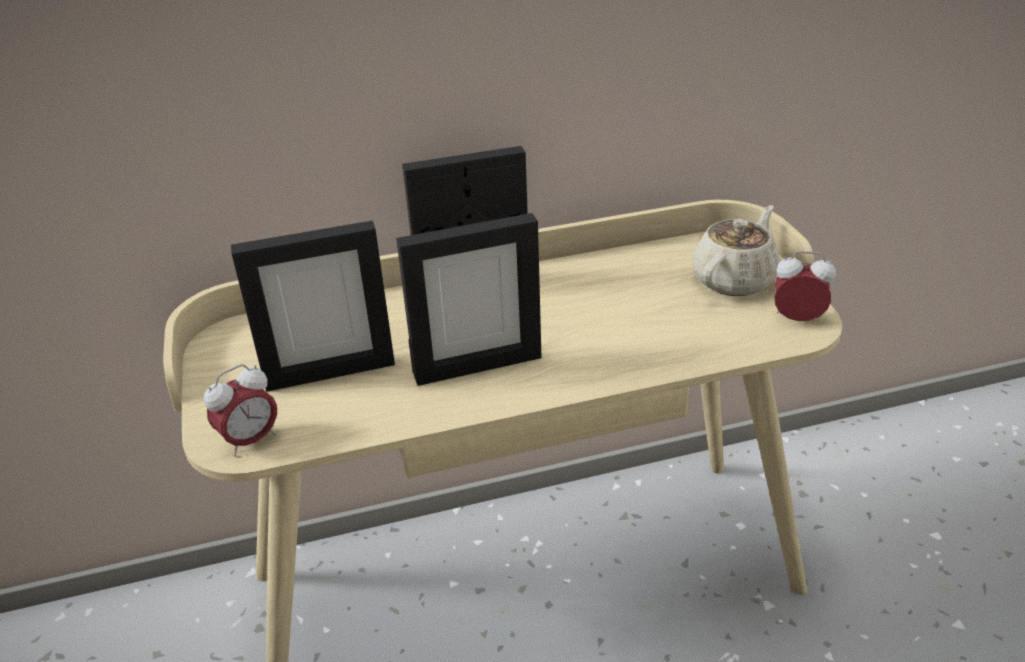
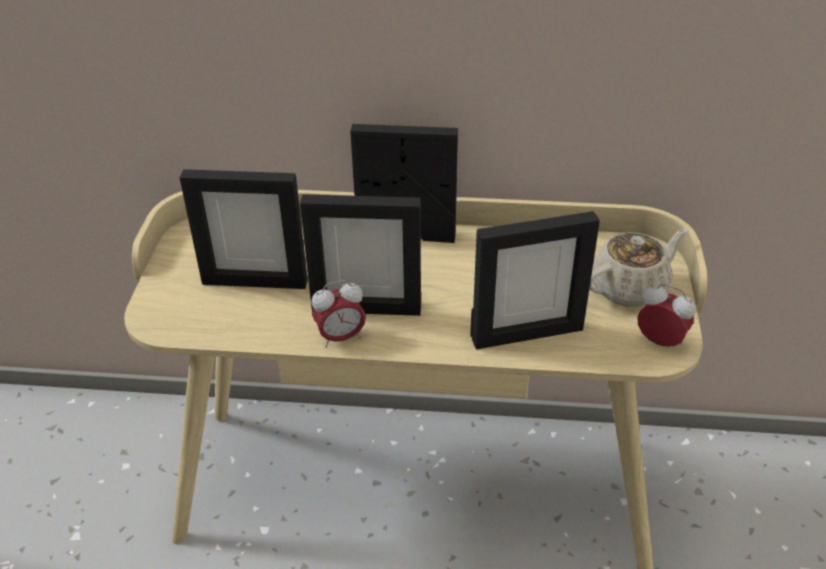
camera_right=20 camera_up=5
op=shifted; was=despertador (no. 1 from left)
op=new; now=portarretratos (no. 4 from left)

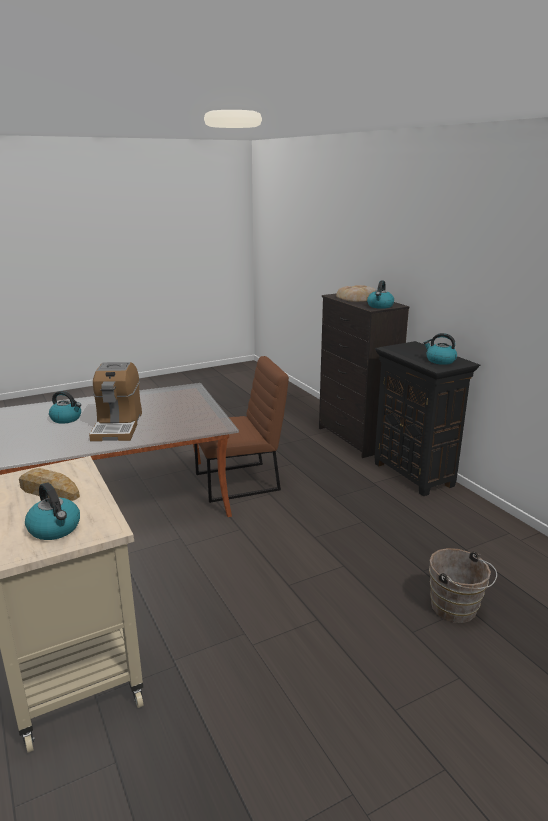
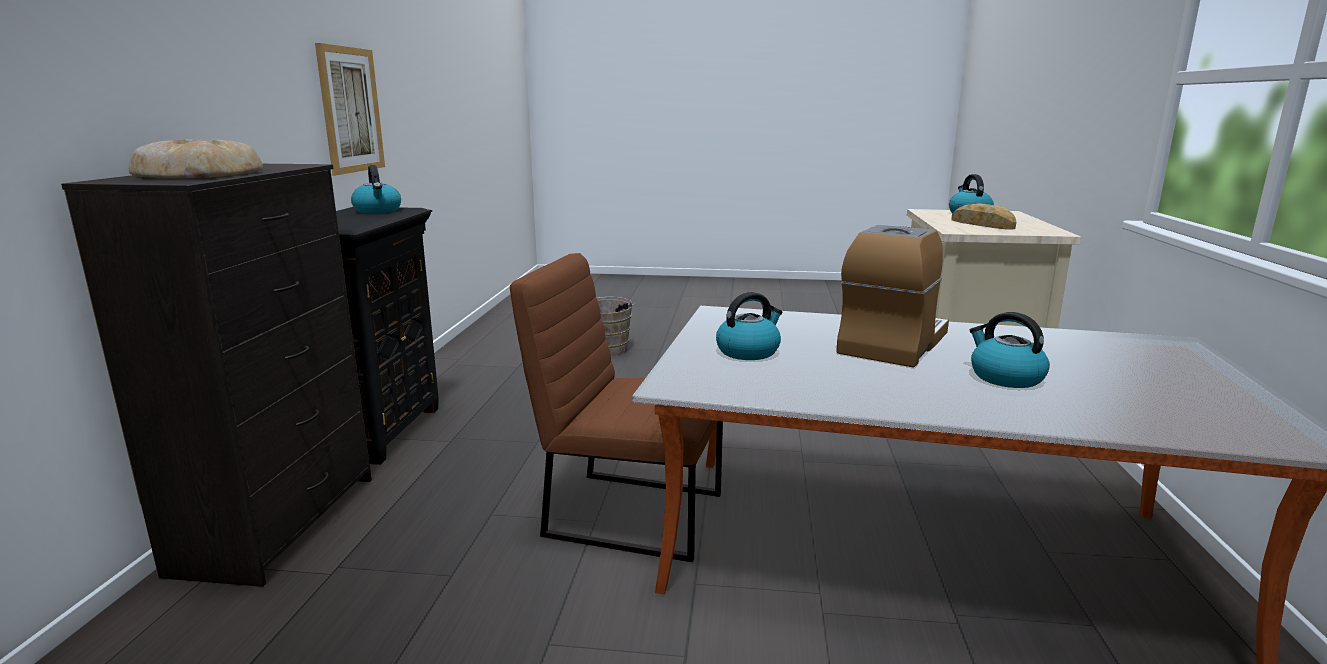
camera_right=-145 camera_up=-5
op=shifted; was=hervidor (no. 3 from left in the first image); now=hervidor (no. 2 from left)
op=new; now=cuadro

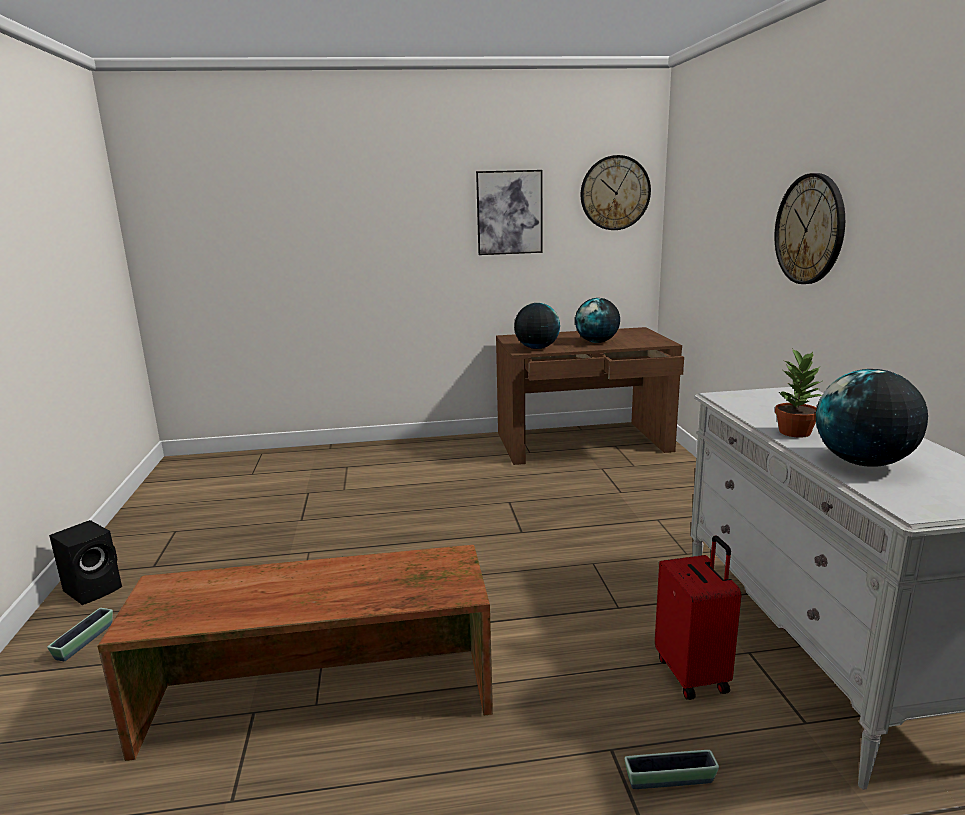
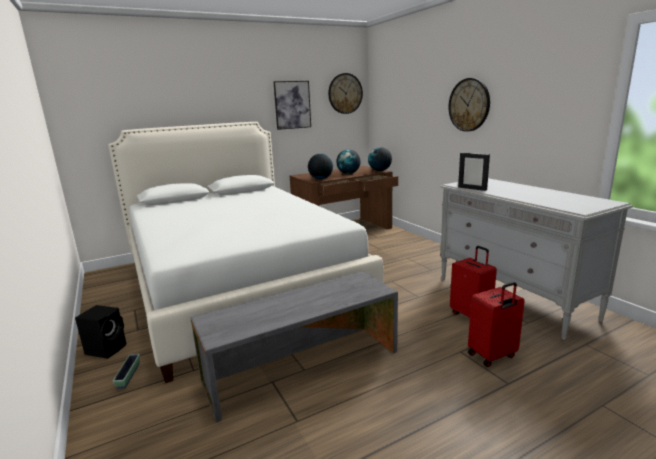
camera_right=-20 camera_up=0
op=repainted; was=banco/marrón; now=banco/gris
op=swapped; was=maceta (no. 2 from left); now=maleta/rojo (no. 2 from left)
op=gone; was=planta en maceta
op=shifted; was=globo terráqueo (no. 3 from left)
op=new; now=cama/blanco
op=new; now=portarretratos

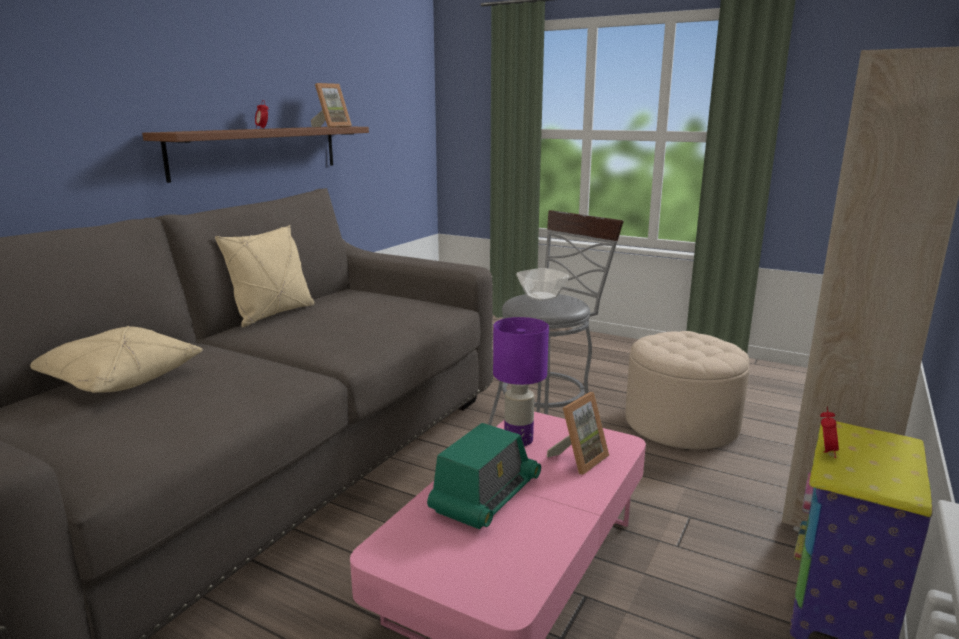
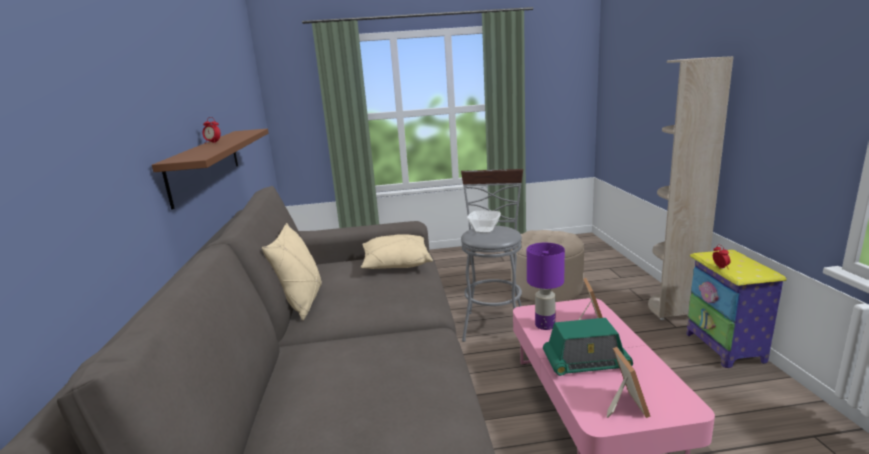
camera_right=-35 camera_up=0
op=shifted; was=cojín/beis (no. 1 from left in the first image); now=cojín/beis (no. 2 from left)
op=shifted; was=portarretratos (no. 1 from left in the first image); now=portarretratos (no. 2 from left)
op=rotated; was=radio; clockwise=90

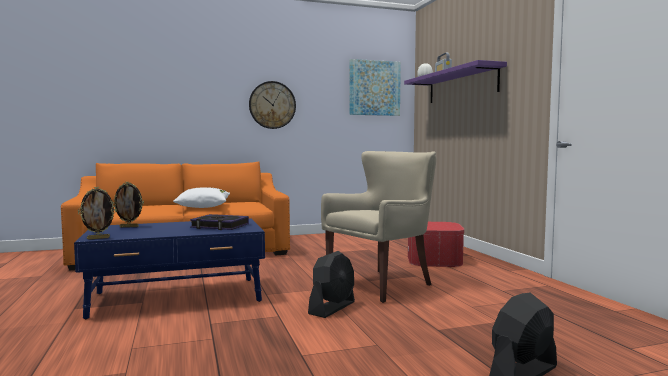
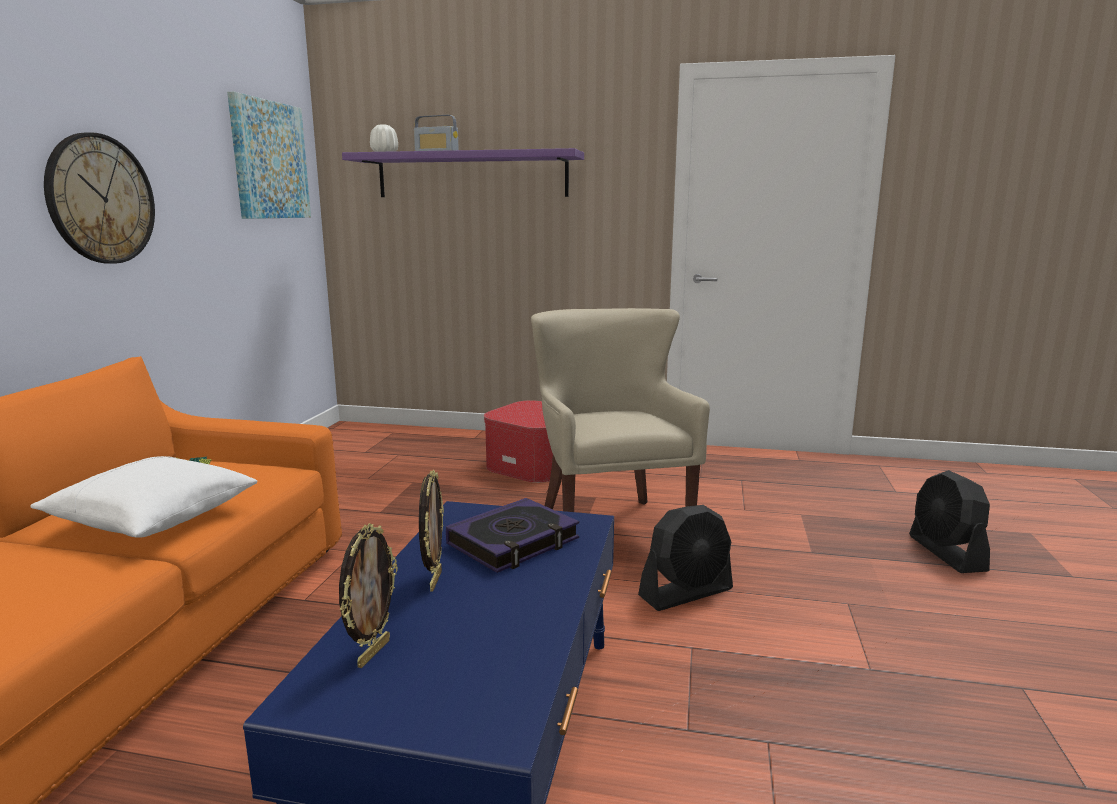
camera_right=-60 camera_up=10
op=shifted; was=portarretratos (no. 1 from left in the first image); now=portarretratos (no. 2 from left)
op=rotated; was=ventilador/negro (no. 1 from left); clockwise=90

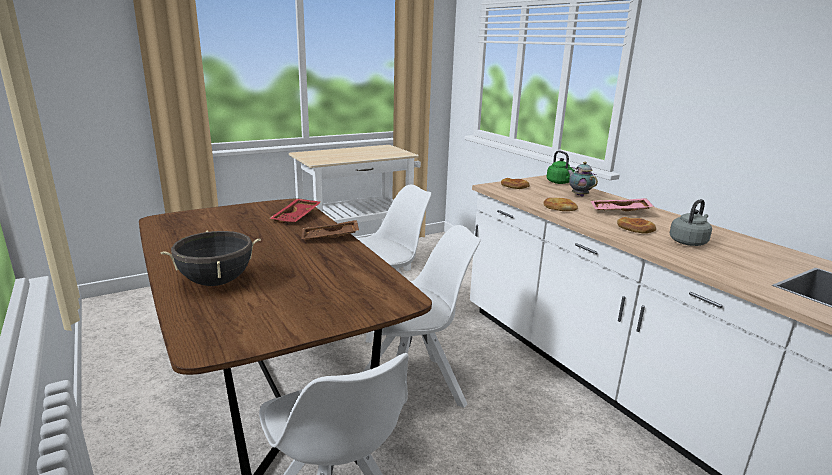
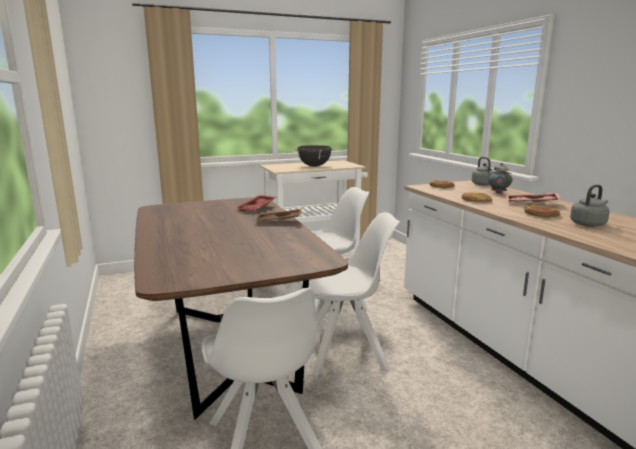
camera_right=10 camera_up=-5
op=shifted; was=olla/negro
op=repainted; was=hervidor/verde; now=hervidor/gris (no. 1 from left)

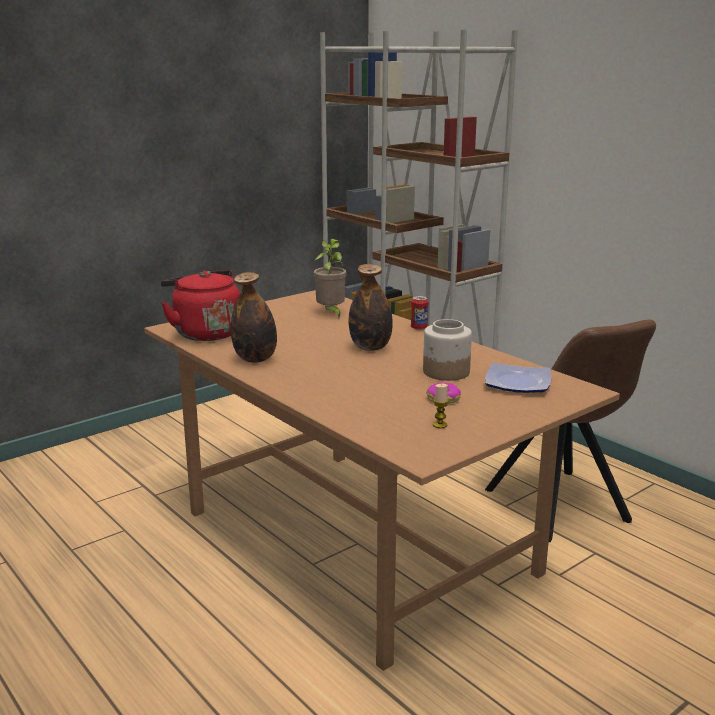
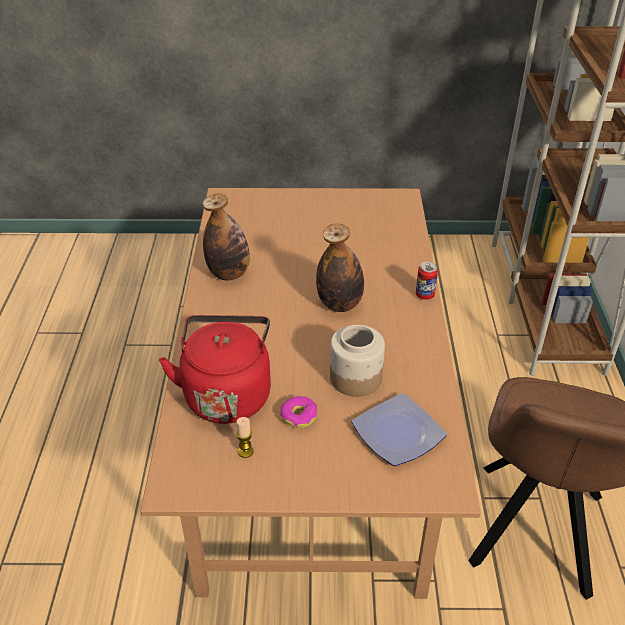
camera_right=40 camera_up=20
op=shifted; was=hervidor/rojo
op=gone; was=planta en maceta

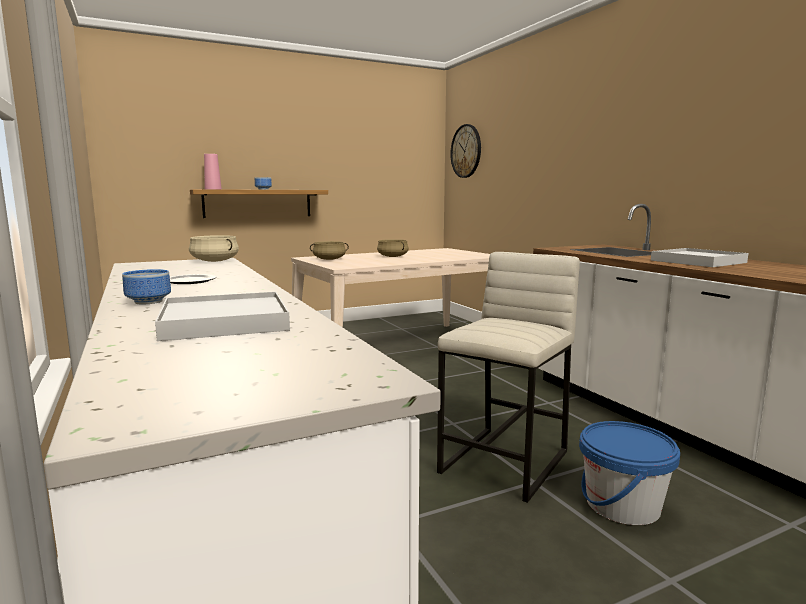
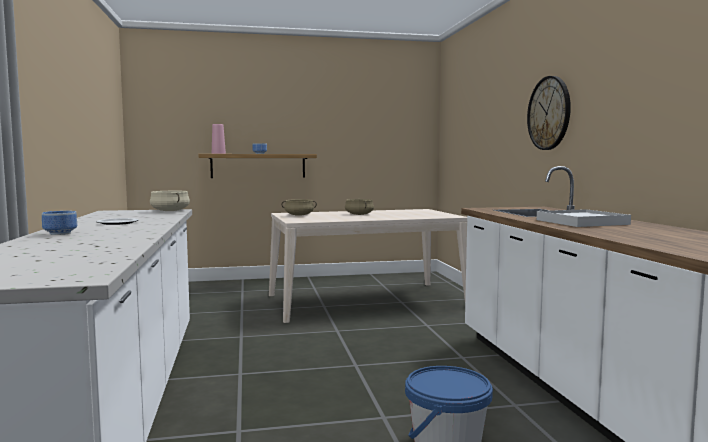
camera_right=15 camera_up=-5
op=gone; was=bandeja/blanco (no. 1 from left)
op=gone; was=taburete/beis
op=shifted; was=reloj de pared

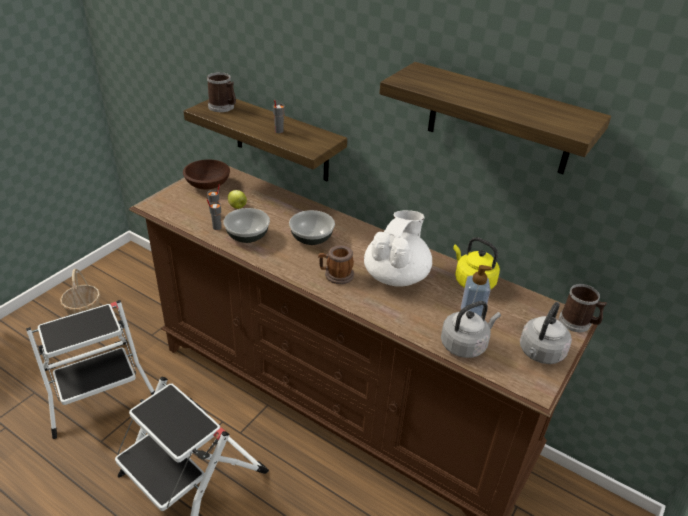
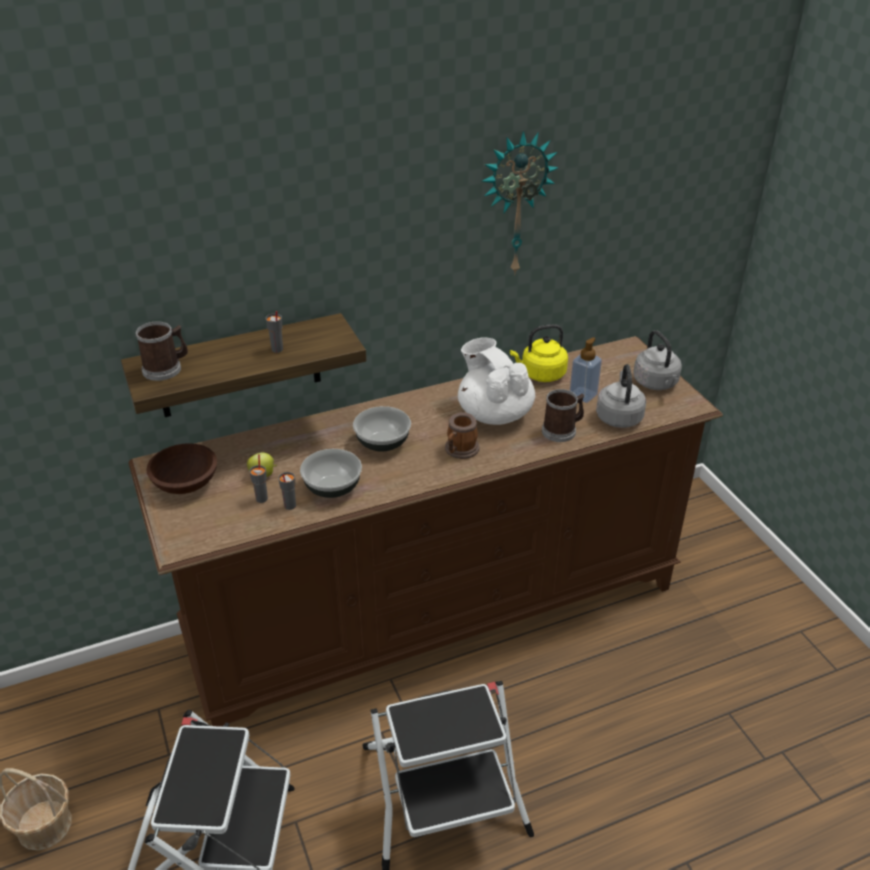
camera_right=-55 camera_up=0
op=swapped; was=estante (no. 2 from left); now=reloj de pared
op=shifted; was=taza grande (no. 3 from left)

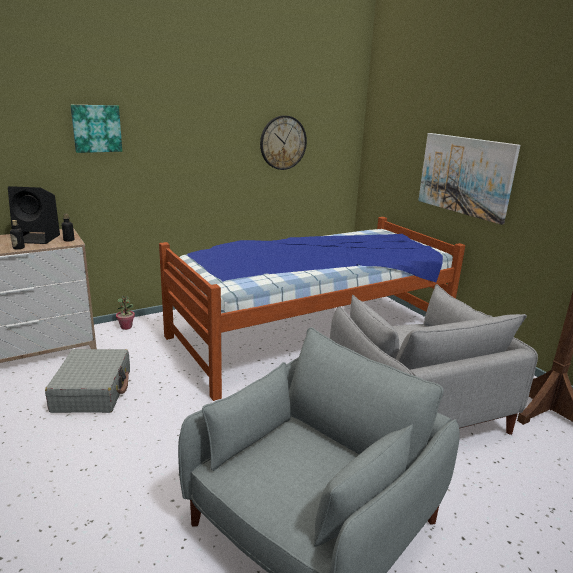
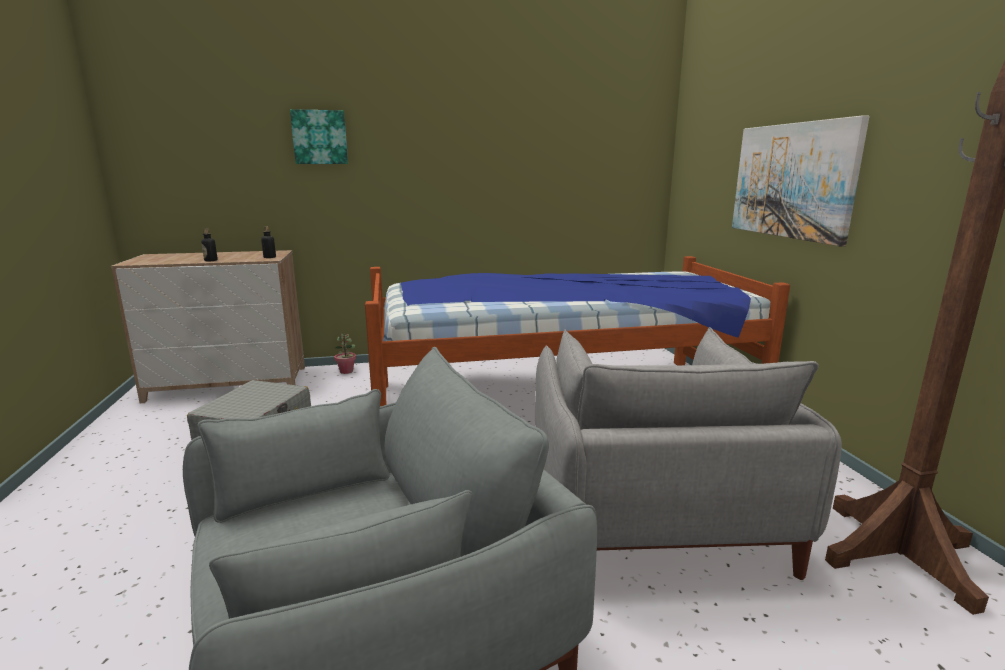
camera_right=20 camera_up=-5
op=gone; was=altavoz/negro
op=gone; was=reloj de pared

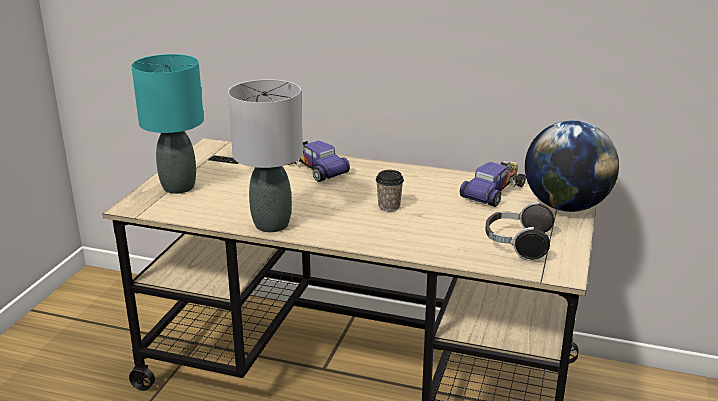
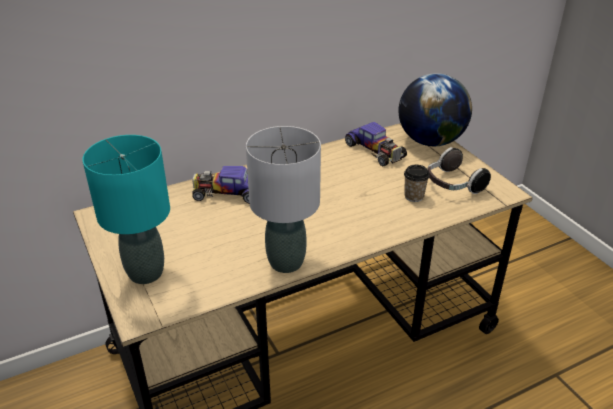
camera_right=-45 camera_up=10
op=shifted; was=taza
op=rotated; was=coche de juguete (no. 2 from left); clockwise=150

